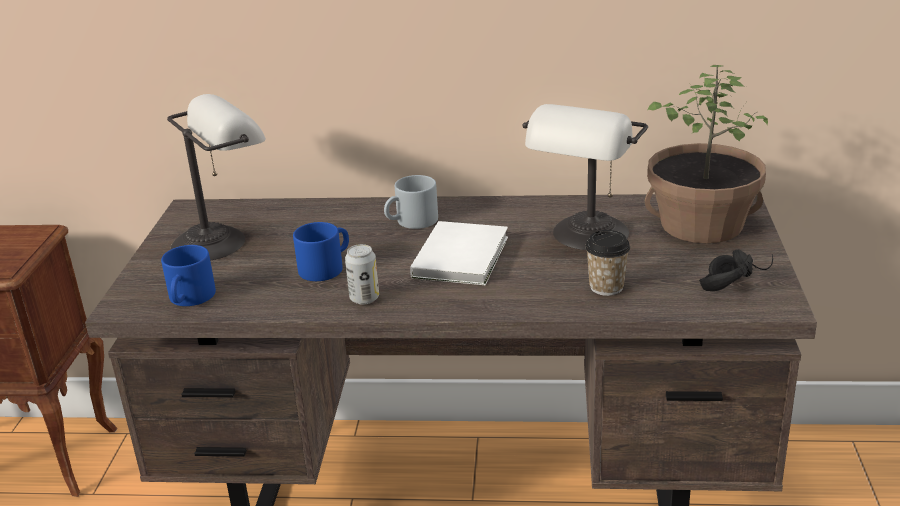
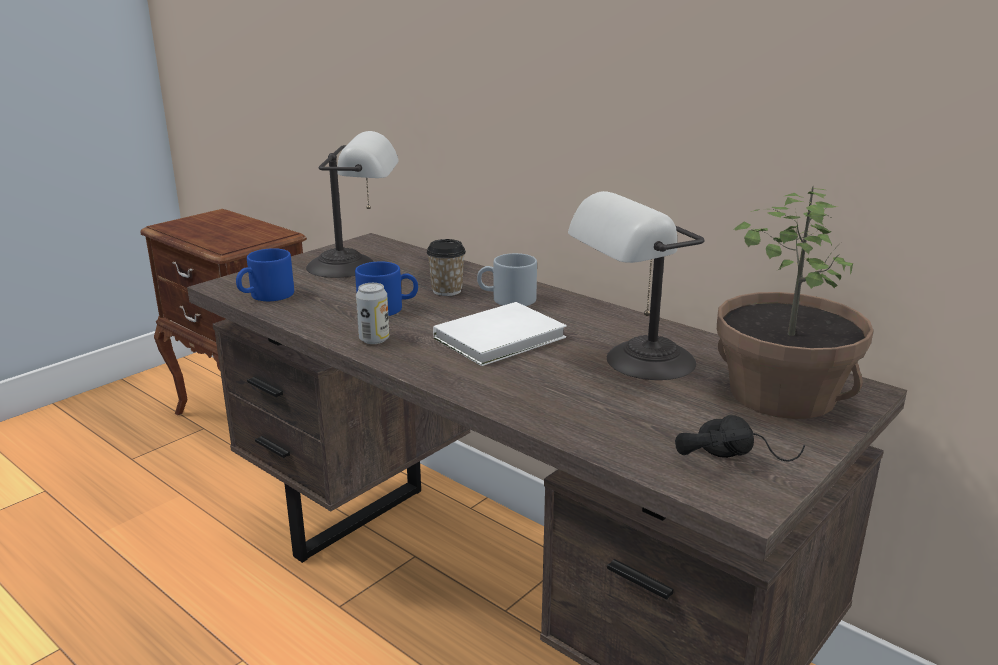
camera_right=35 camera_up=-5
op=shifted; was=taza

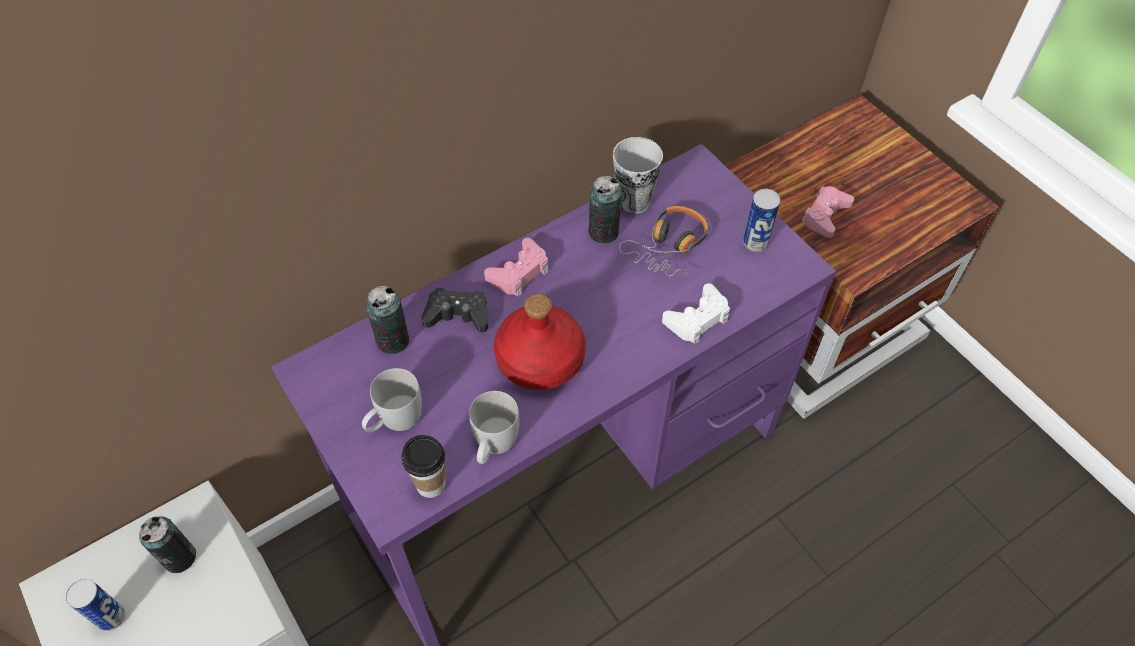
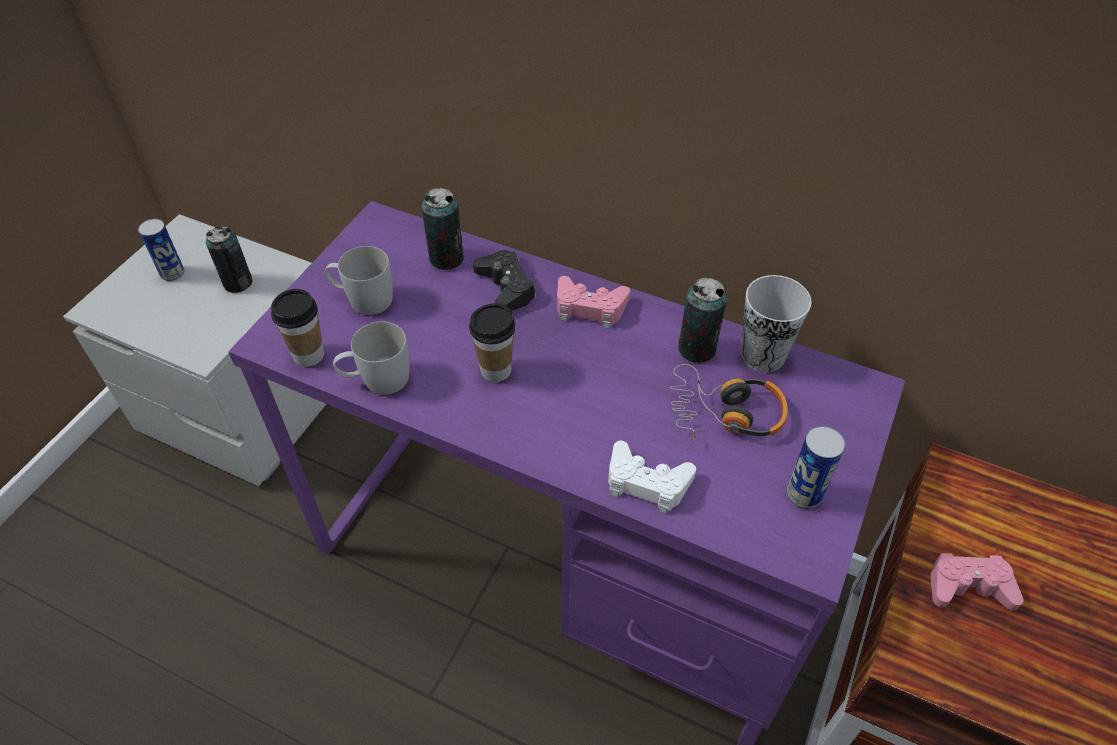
camera_right=60 camera_up=-5
op=swapped; was=botella/rojo; now=taza (no. 2 from left)

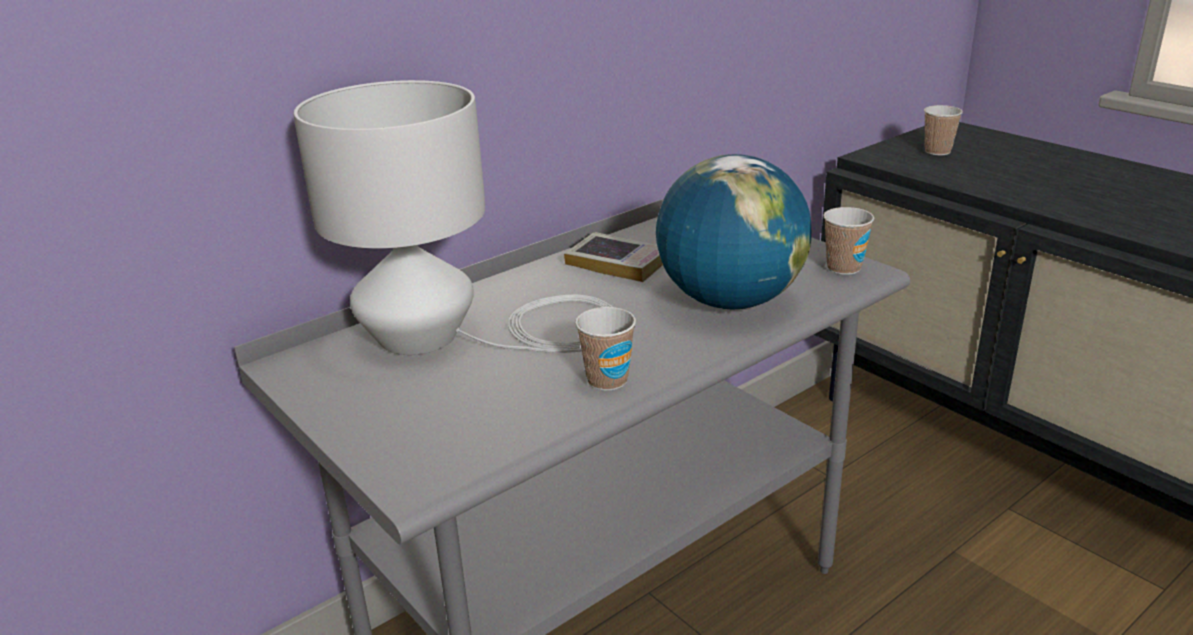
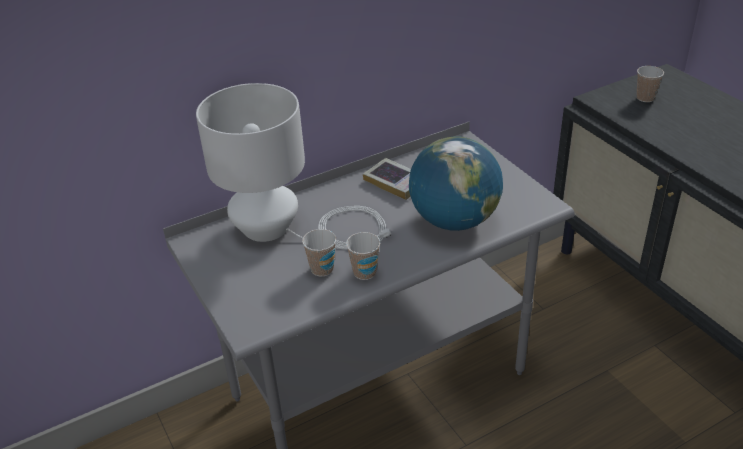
camera_right=10 camera_up=10
op=shifted; was=taza (no. 2 from left in the first image); now=taza (no. 1 from left)

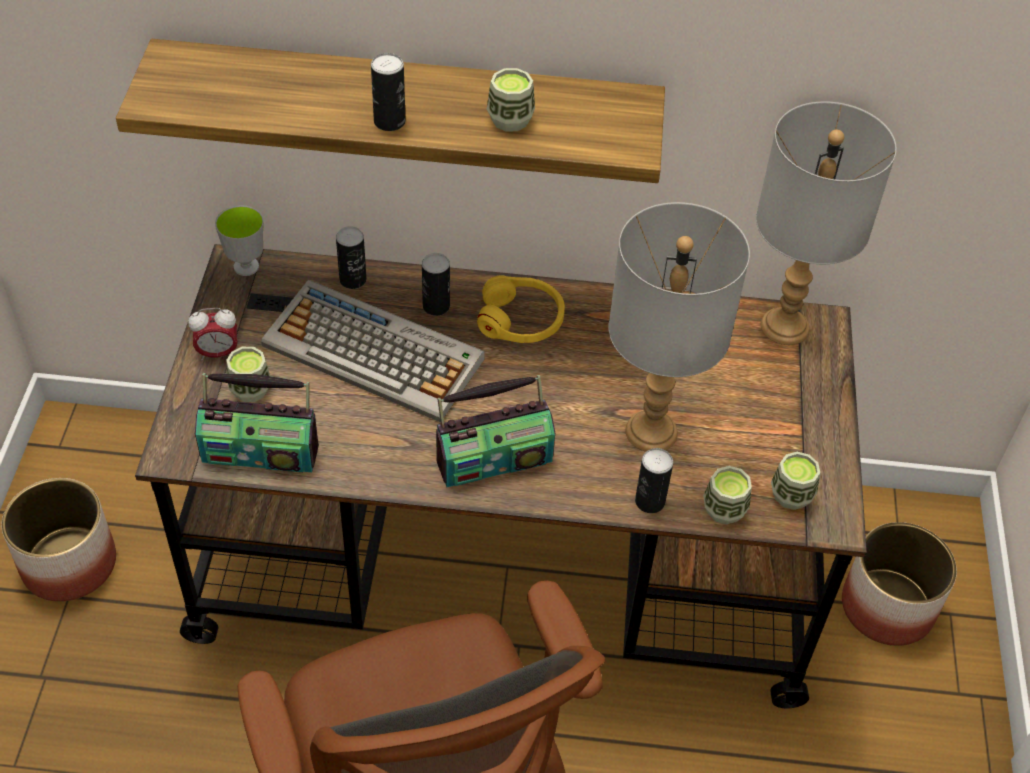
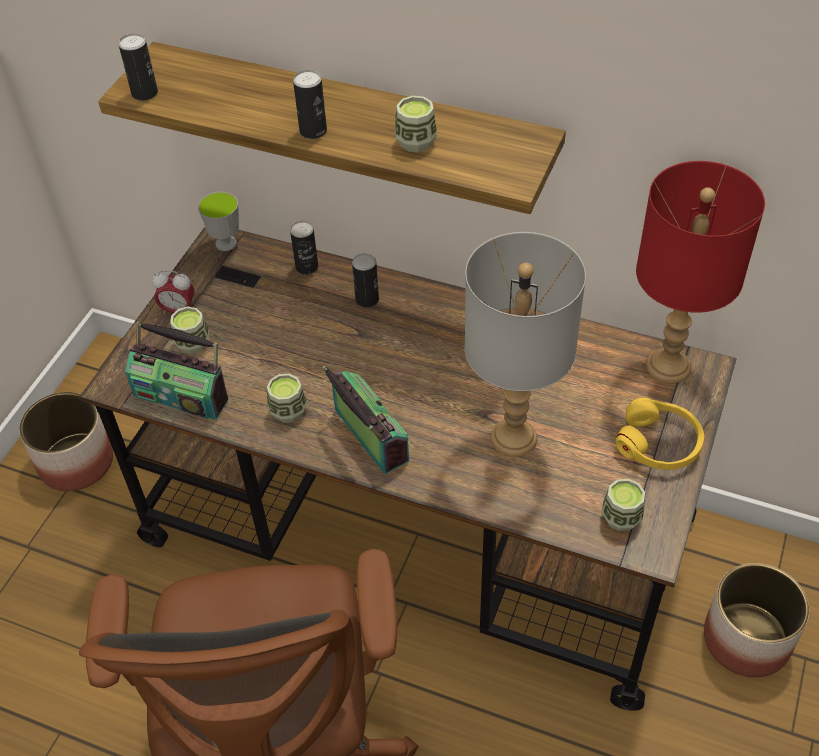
camera_right=20 camera_up=0
op=gone; was=teclado
op=rotated; was=radio (no. 2 from left); clockwise=-120
op=shifted; was=auriculares/amarillo
op=shifted; was=lata (no. 4 from left in the first image); now=lata (no. 1 from left)
op=shifted; was=taza (no. 4 from left in the first image); now=taza (no. 3 from left)
op=repainted; was=lámpara de mesa/gris (no. 2 from left); now=lámpara de mesa/rojo

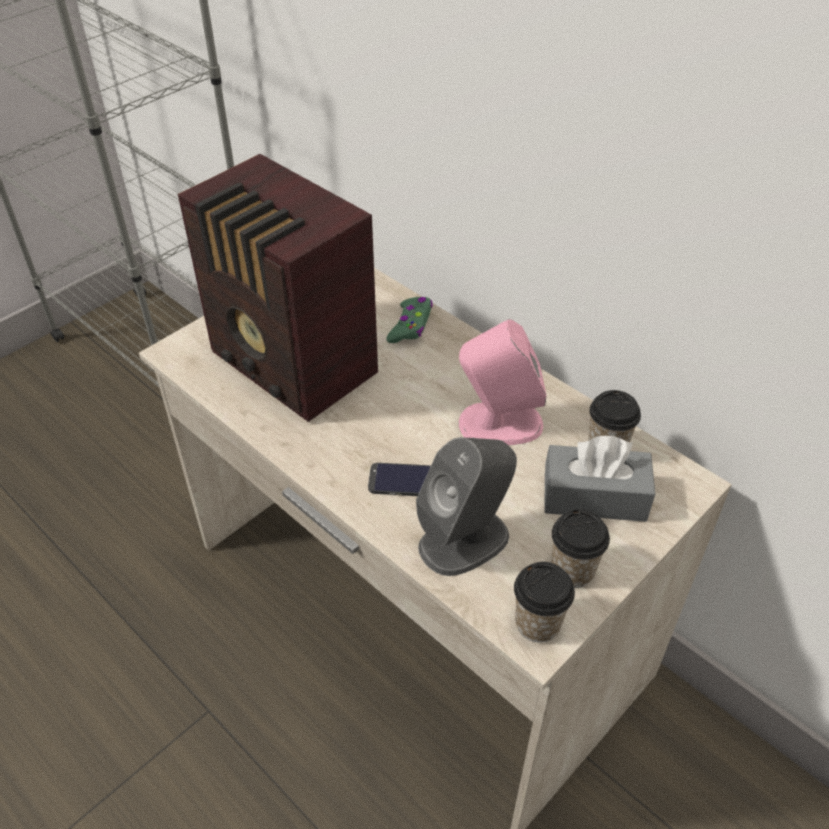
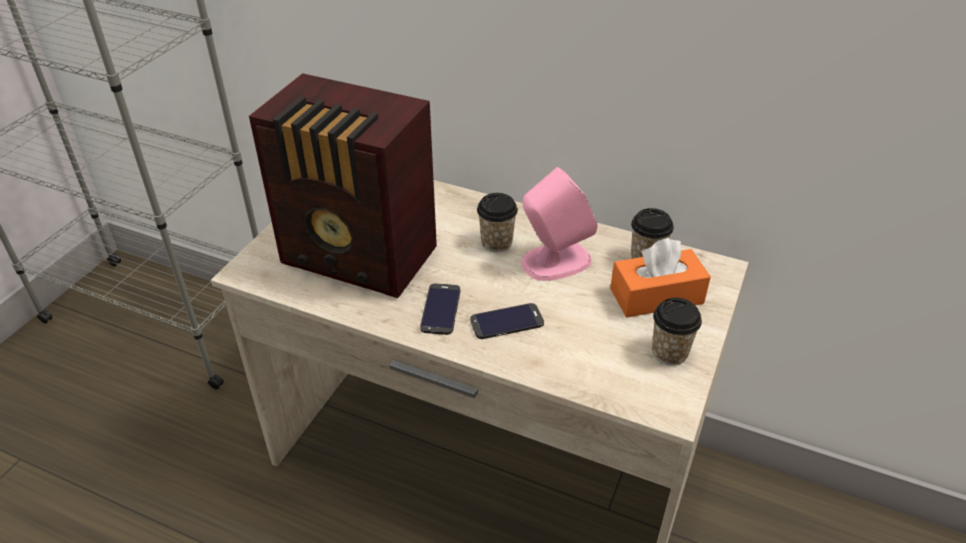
camera_right=-20 camera_up=-5
op=gone; was=mando de consola/verde
op=gone; was=altavoz/gris
op=shifted; was=taza (no. 1 from left)
op=repainted; was=caja de pañuelos/gris; now=caja de pañuelos/naranja
op=new; now=móvil (no. 1 from left)

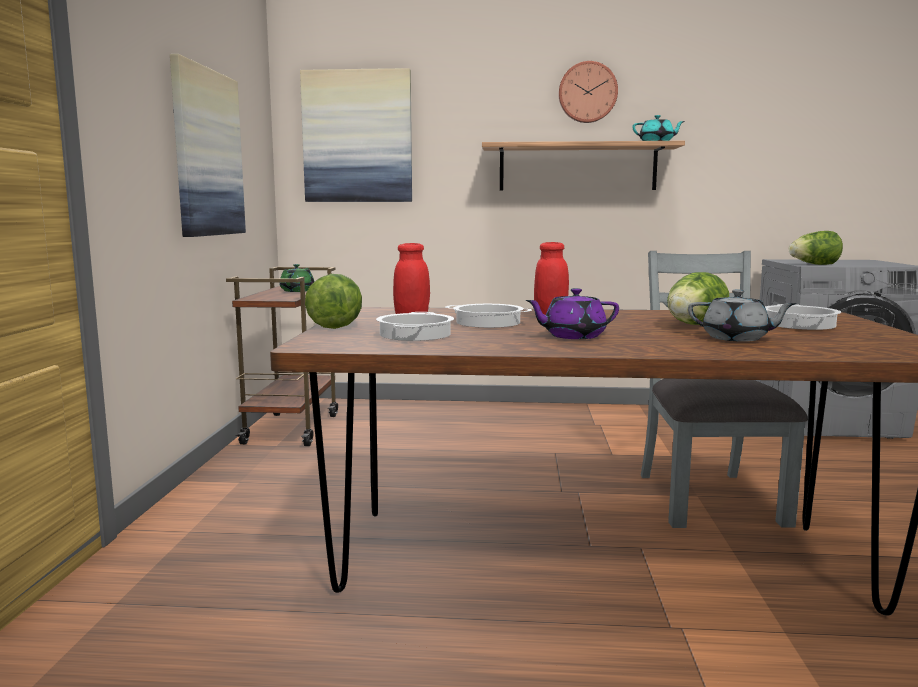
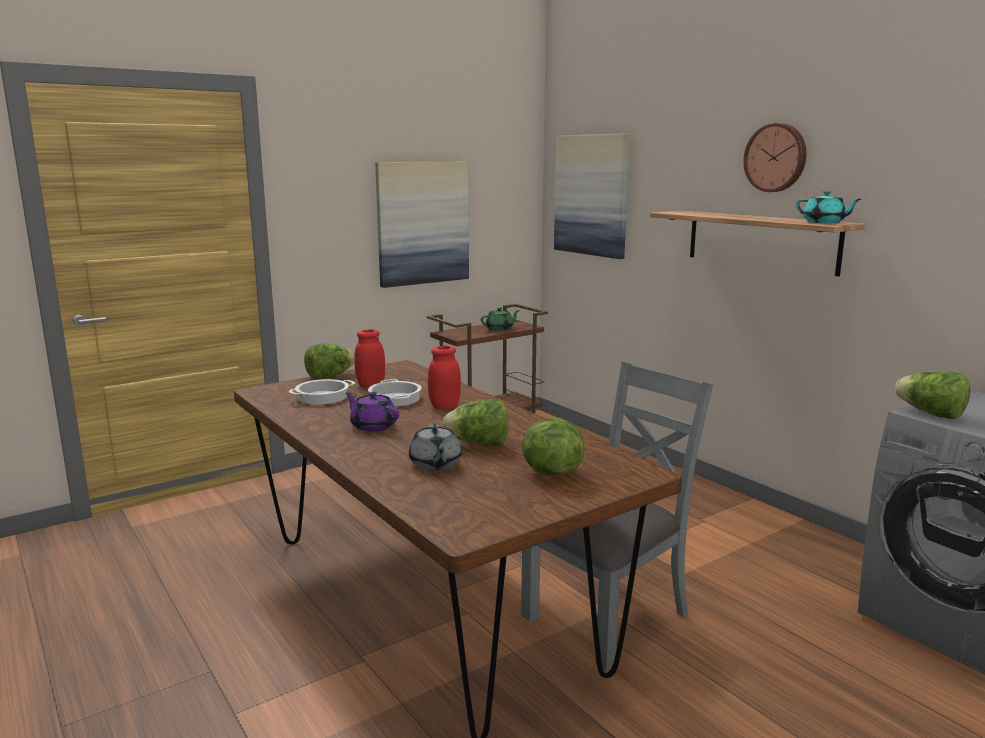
camera_right=50 camera_up=5
op=swapped; was=olla (no. 3 from left); now=lechuga (no. 3 from left)

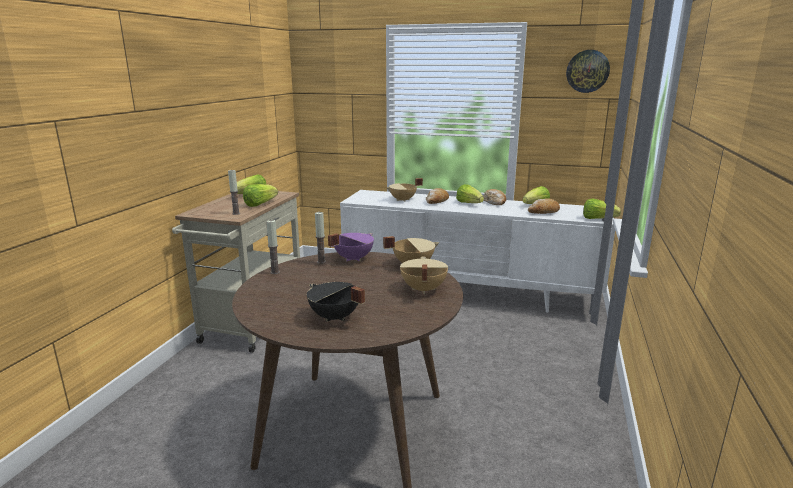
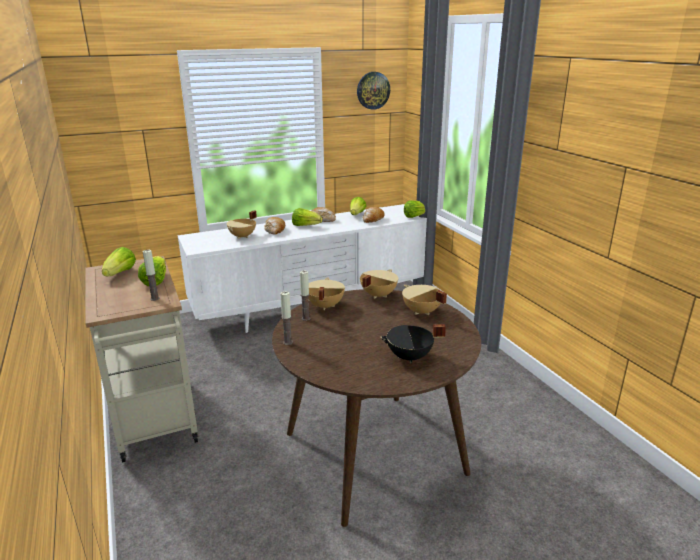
camera_right=-40 camera_up=5
op=repainted; was=olla/morado; now=olla/beis (no. 2 from left)

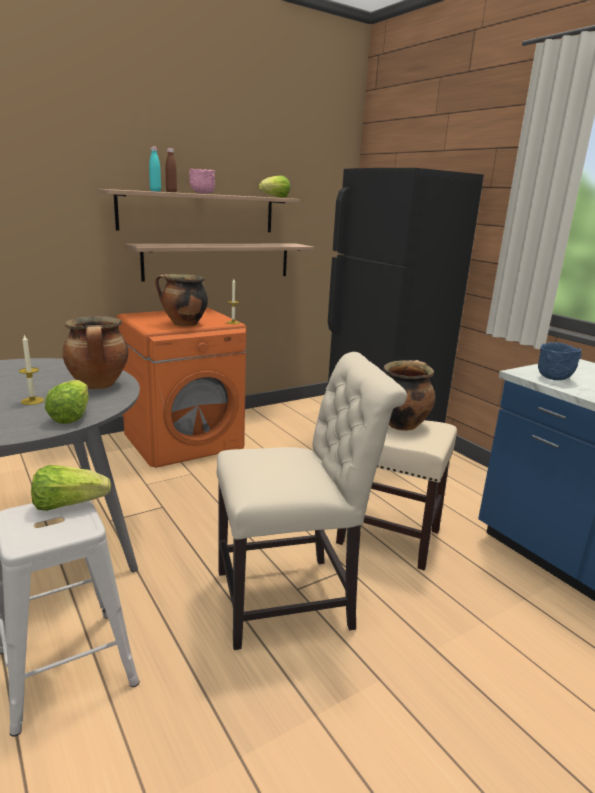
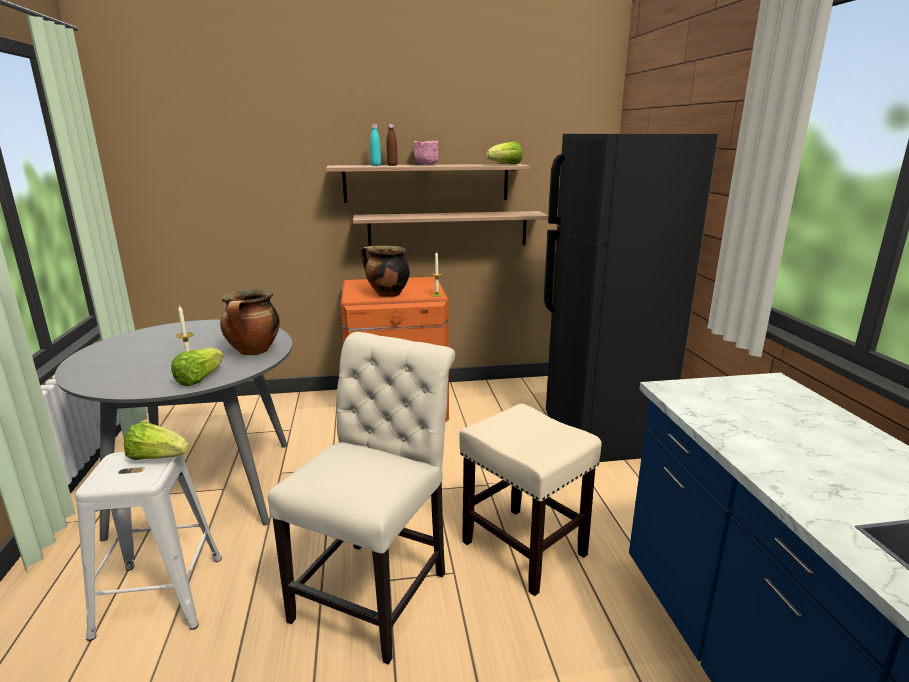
camera_right=25 camera_up=0
op=rotated; was=silla/beis; clockwise=-75
op=gone; was=olla (no. 3 from left)
op=gone; was=cuenco/azul

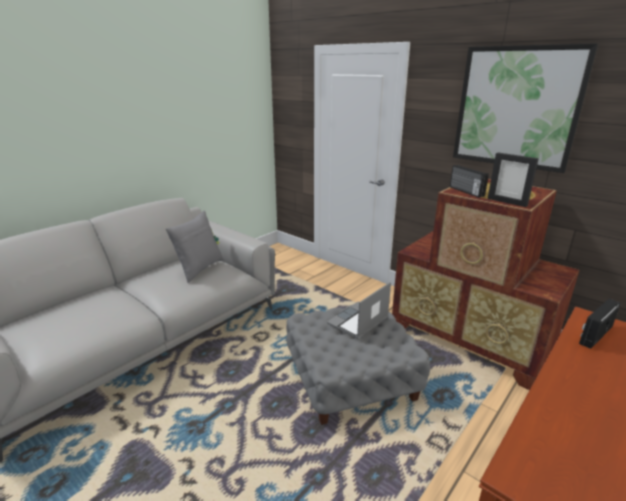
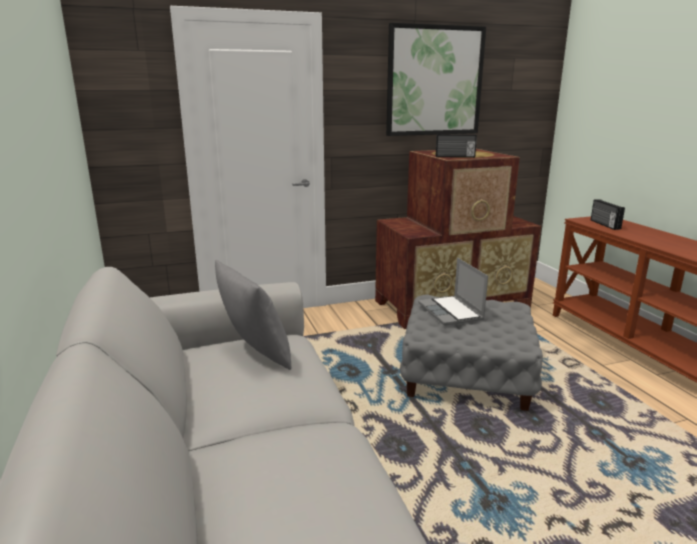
camera_right=-60 camera_up=-5
op=gone; was=portarretratos

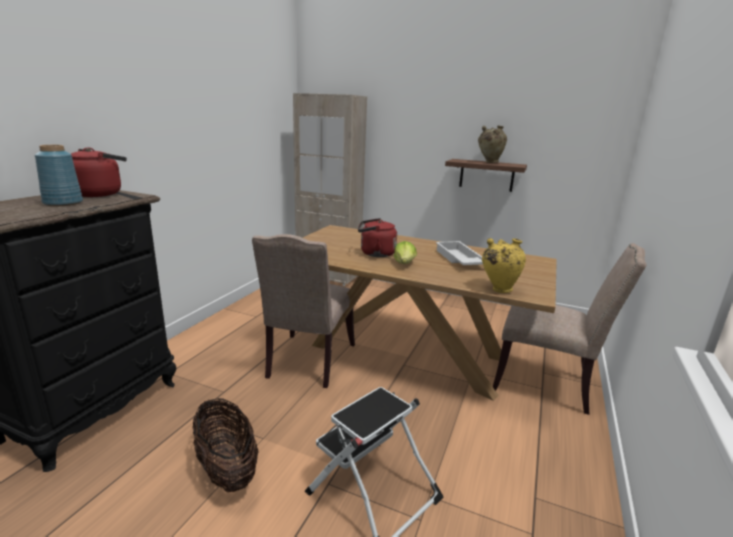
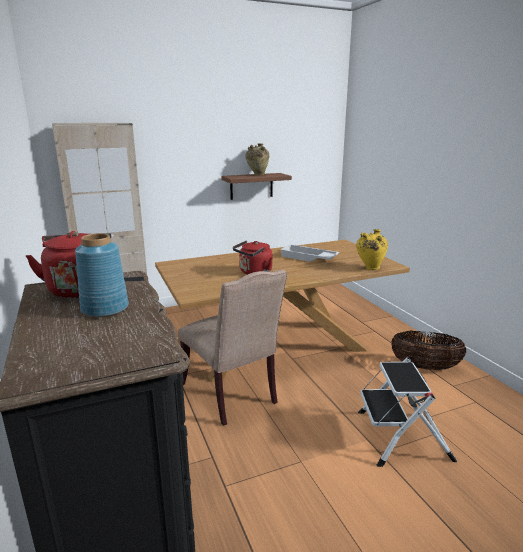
camera_right=-45 camera_up=0
op=shifted; was=cesta
op=gone; was=lechuga
op=gone; was=silla/beis (no. 2 from left)

